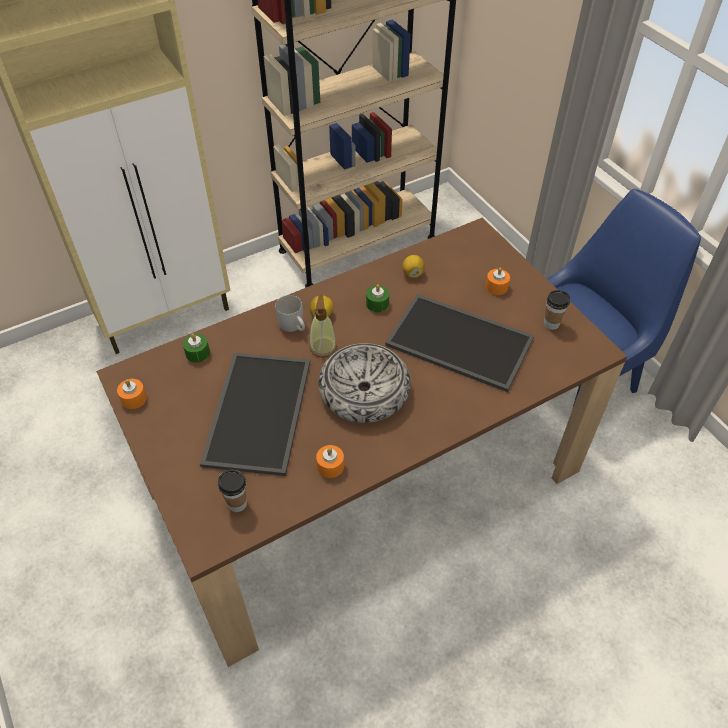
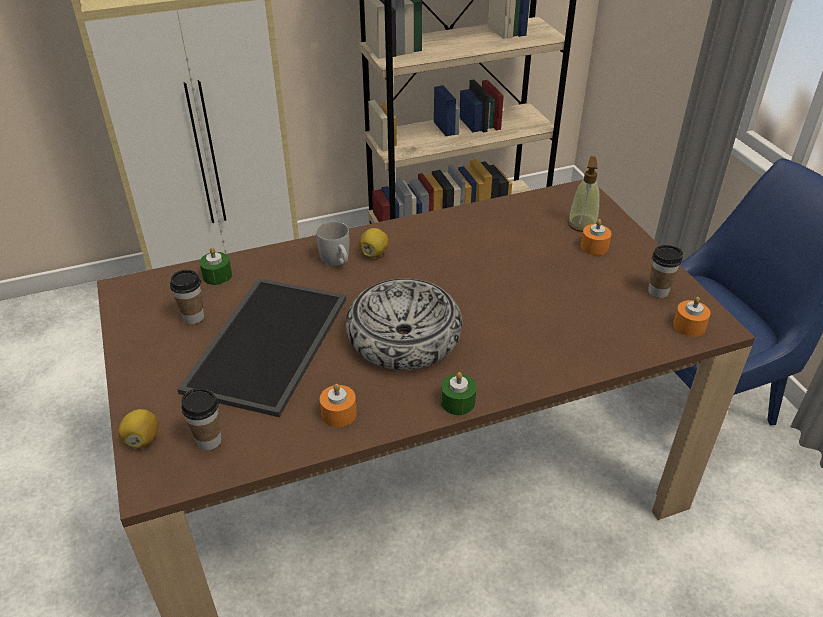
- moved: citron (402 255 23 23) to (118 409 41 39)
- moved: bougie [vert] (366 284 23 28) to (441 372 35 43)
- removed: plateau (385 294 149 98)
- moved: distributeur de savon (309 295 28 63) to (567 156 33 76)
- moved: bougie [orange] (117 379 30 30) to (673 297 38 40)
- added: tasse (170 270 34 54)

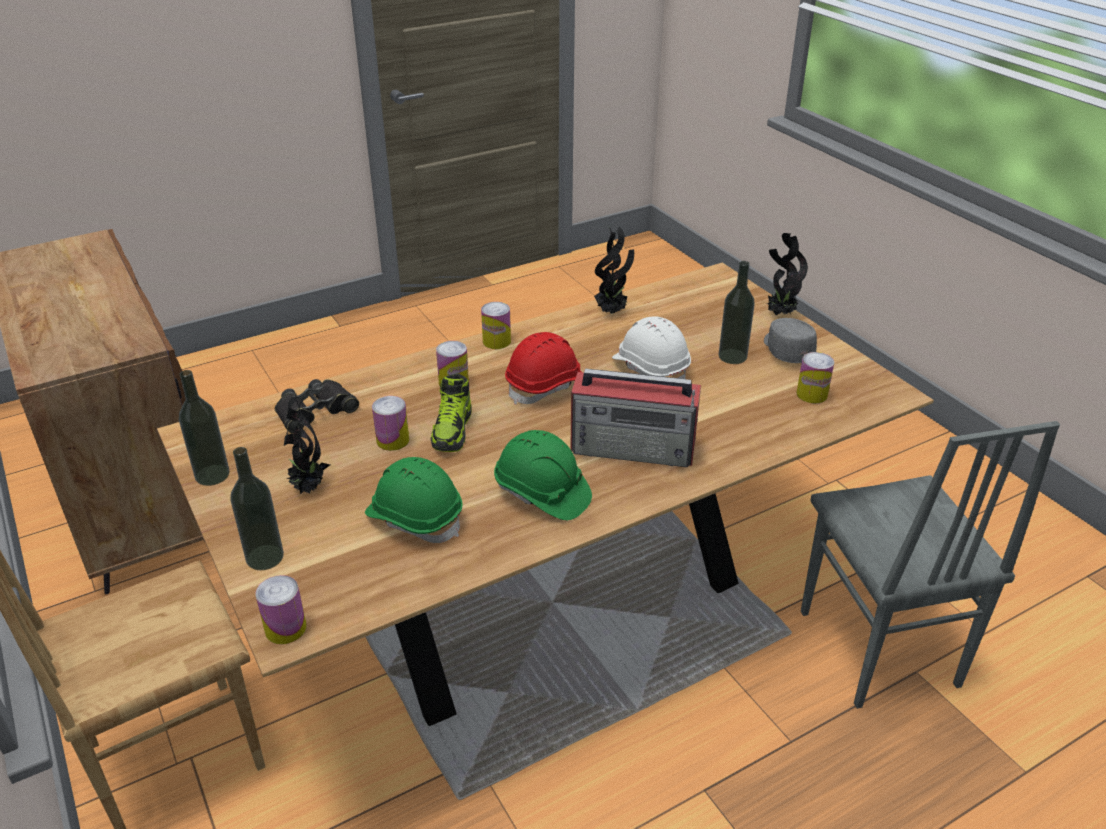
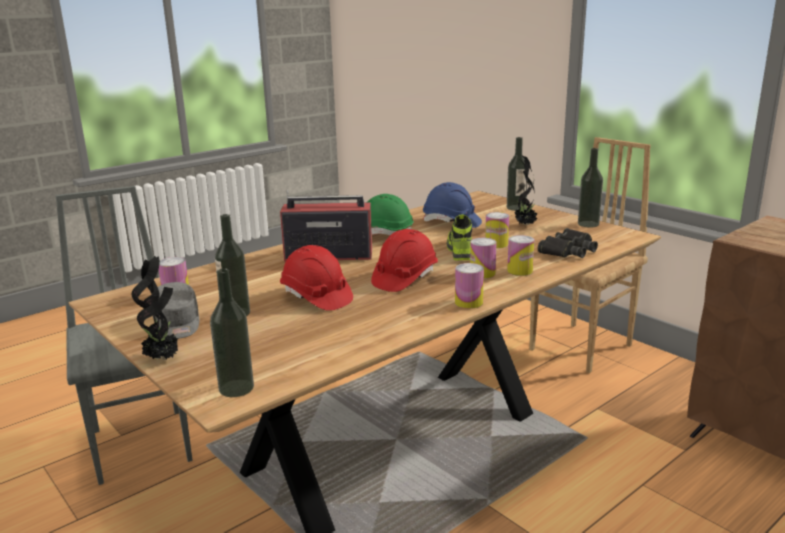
- removed: plante en pot (594 227 40 87)
- recoloured: casque de chantier [blanc] (612 316 79 63) to casque de chantier [rouge] (280 245 73 66)
- recoloured: casque de chantier [vert] (365 457 98 86) to casque de chantier [bleu] (423 182 59 46)
- moved: boîte métallique (255 575 51 69) to (507 235 27 41)
- added: bouteille (210 268 44 129)

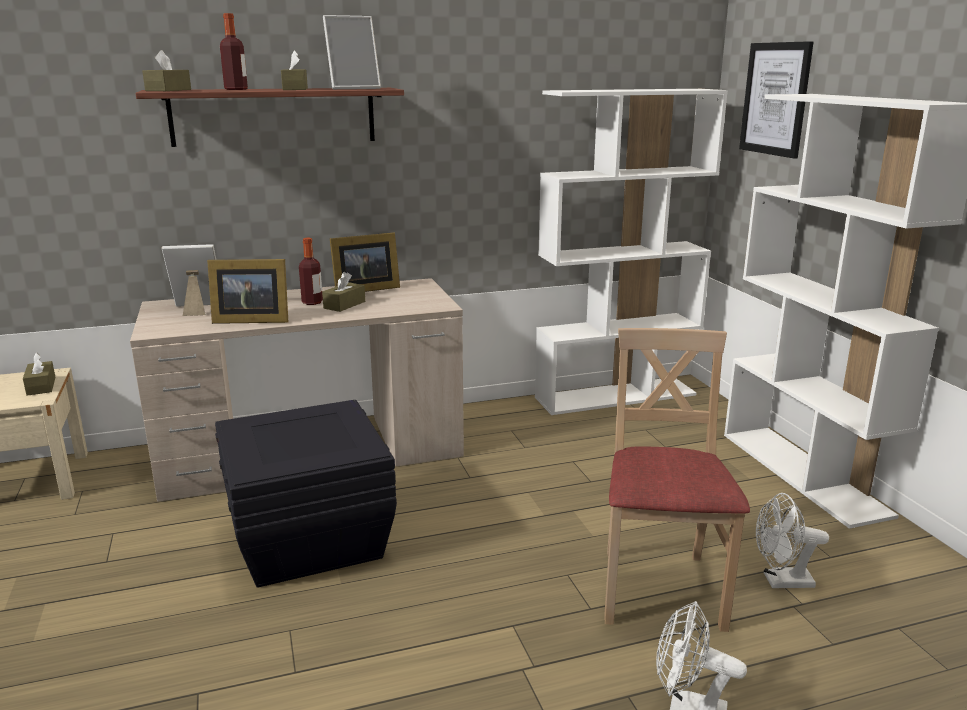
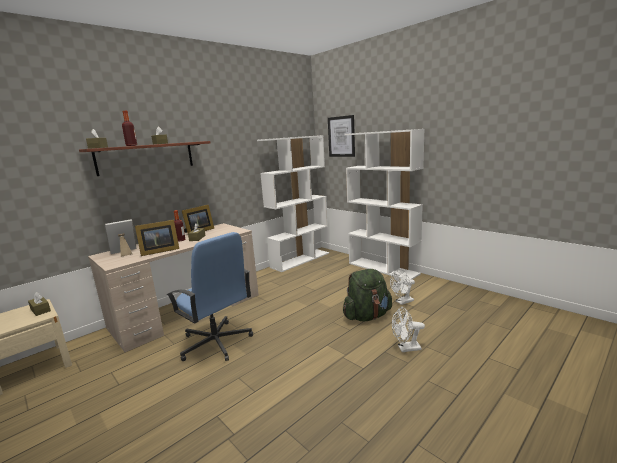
- removed: cadre photo (323 15 58 74)
- replaced: chaise [beige] (604 328 146 304) to sac à dos [vert] (343 269 49 52)
- replaced: boîte de rangement [noir] (215 400 182 188) to chaise de bureau [bleu] (167 232 86 129)

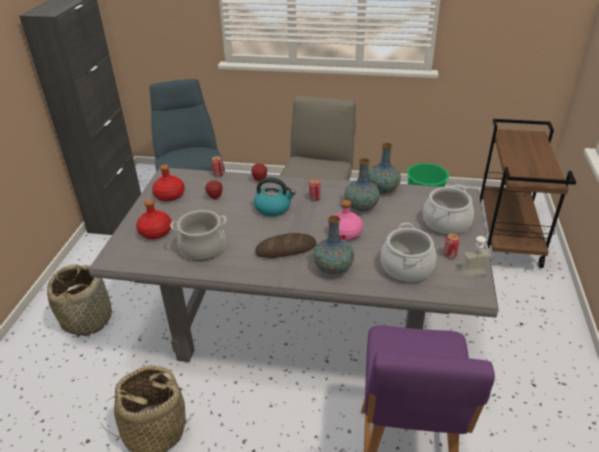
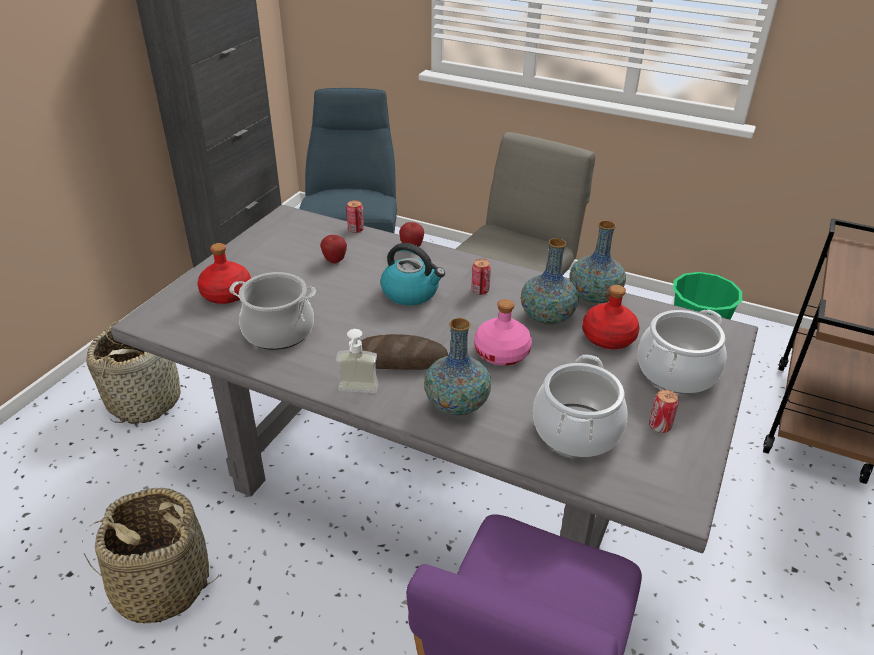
- moved: bouteille [rouge] (152 164 33 37) to (582 285 58 64)
- moved: distributeur de savon (461 236 31 42) to (336 329 42 64)

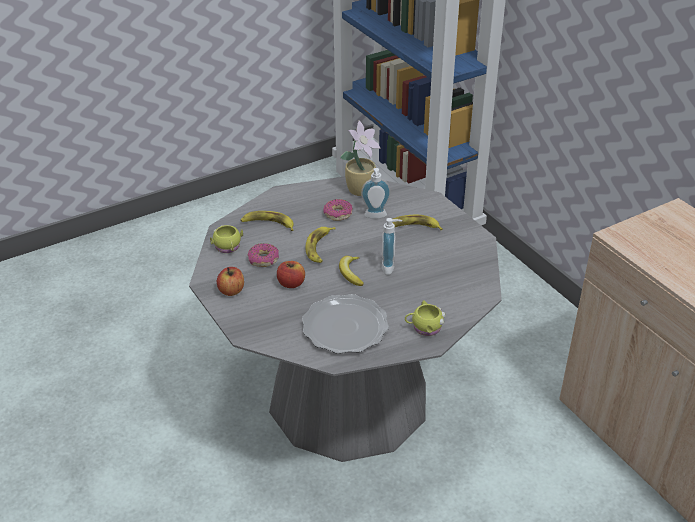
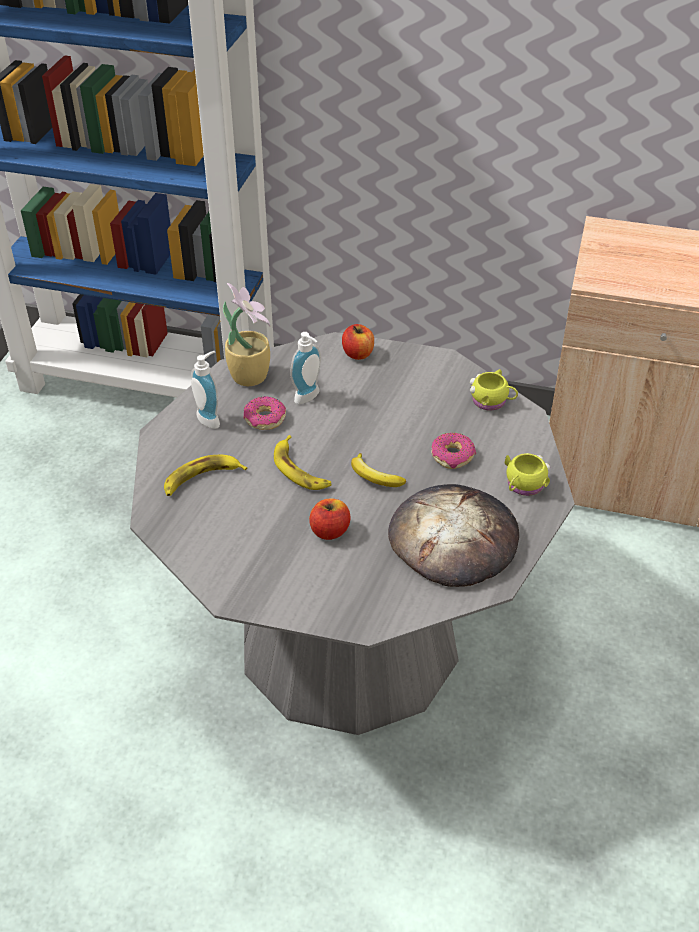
- removed: banane (392 215 51 15)
- moved: distributeur de savon (382 218 20 57) to (191 351 29 78)
- moved: mug [jaune] (210 225 33 28) to (470 369 48 42)
- moved: beignet (248 243 31 24) to (432 433 44 36)
- moved: pomme (217 267 27 29) to (342 324 32 36)
- replaced: assiette (302 294 87 60) to pain (388 484 131 103)

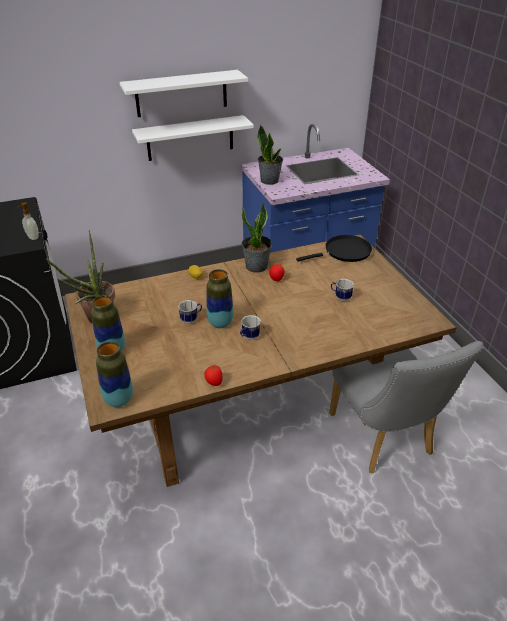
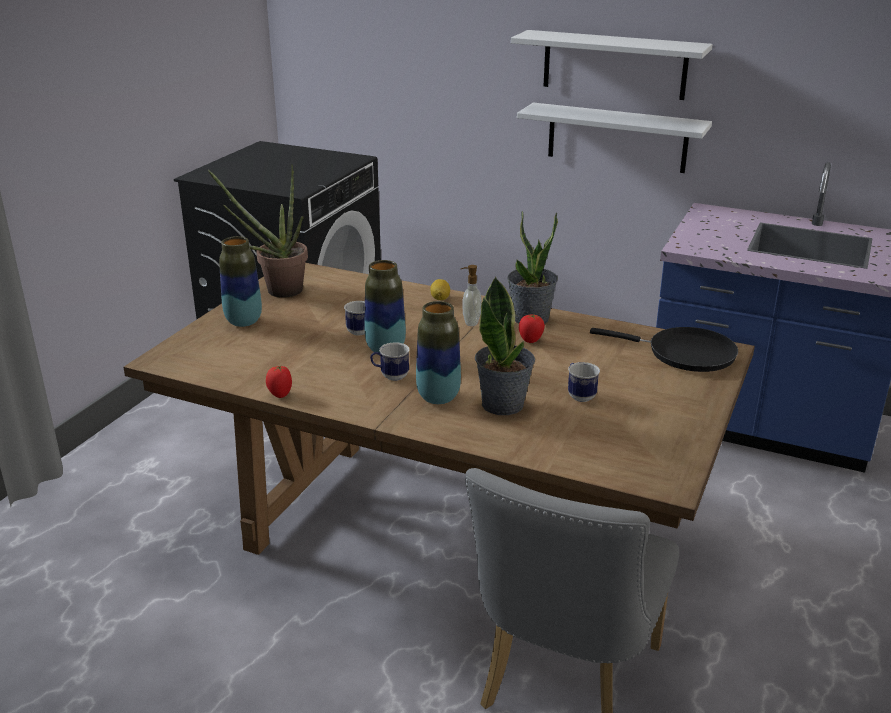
- moved: plante en pot (257 125 26 60) to (475 276 60 139)
- moved: distributeur de savon (17 202 22 38) to (461 265 21 61)
- moved: vase (96 341 37 66) to (416 301 45 103)

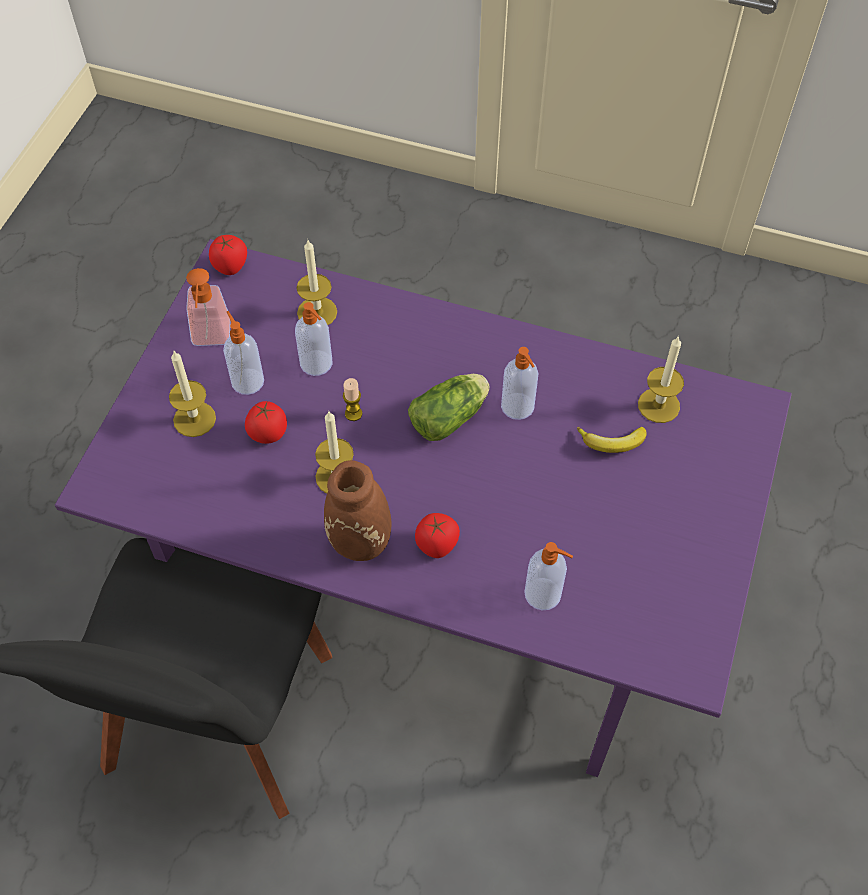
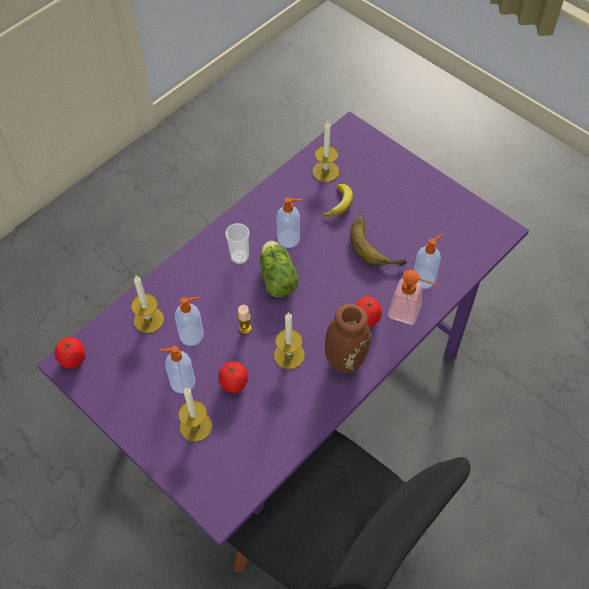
- moved: distributeur de savon (186 268 45 78) to (388 270 51 55)
- added: banane (350 215 57 51)
- added: tasse (225 223 25 41)

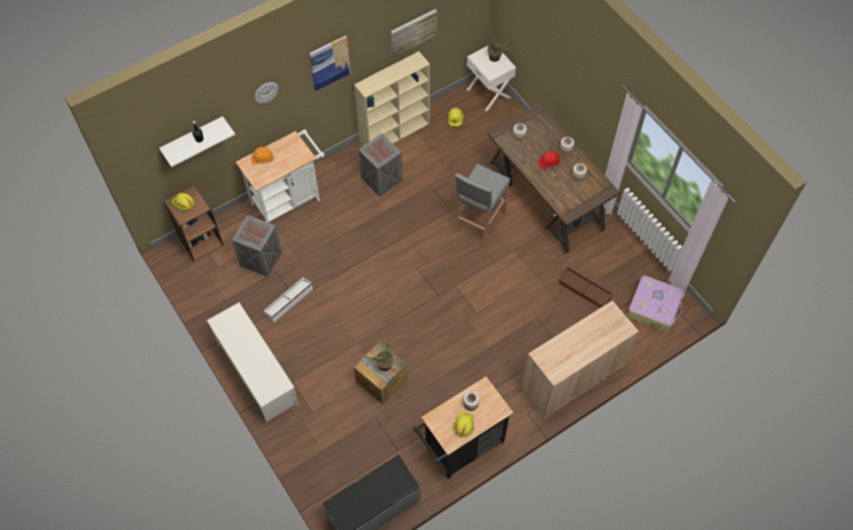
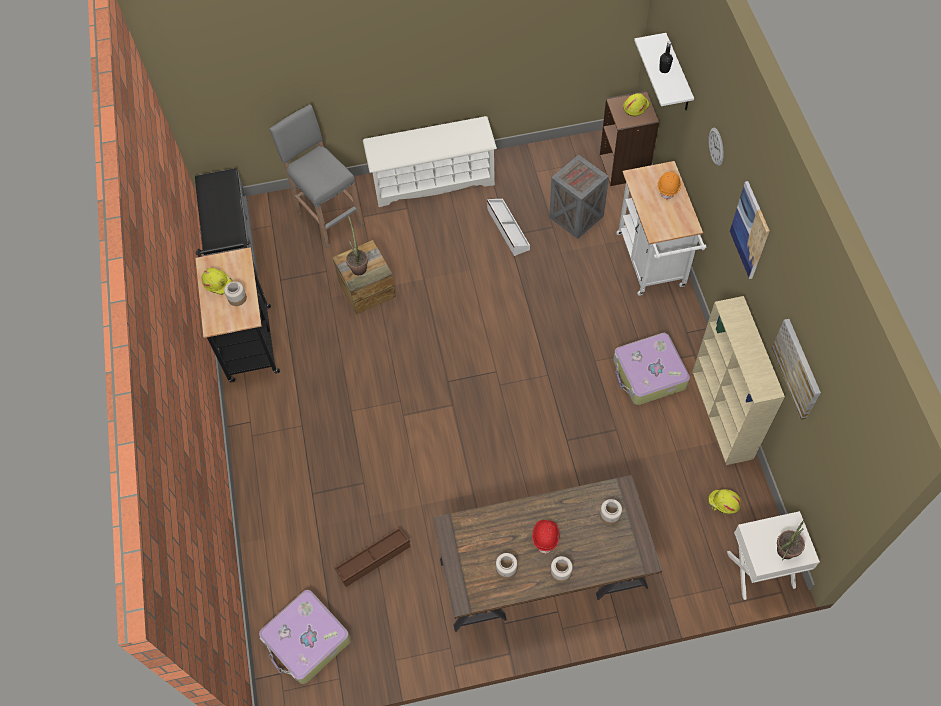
- replaced: caisse (358 134 45 63) to valise (613 333 77 72)
- moved: tabouret [gris] (455 163 55 82) to (269 104 94 144)
- removed: meuble de rangement [beige] (521 300 118 118)

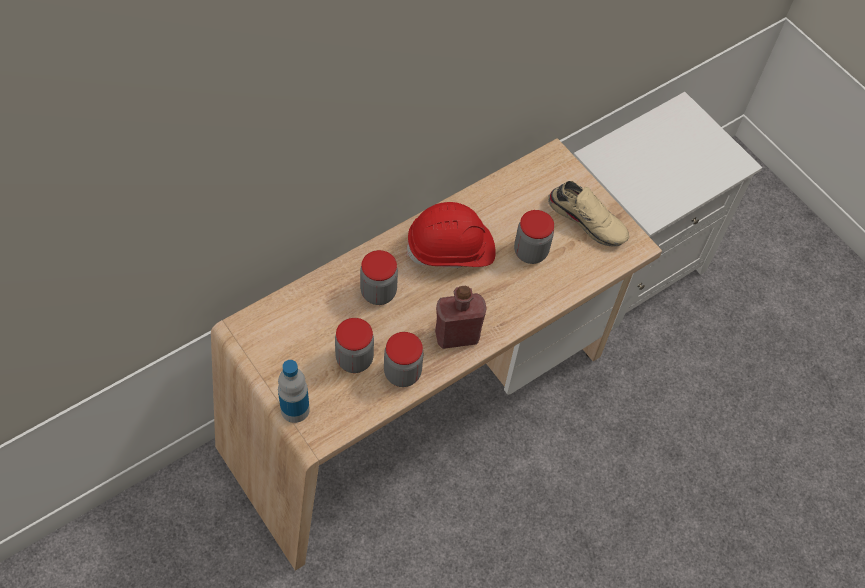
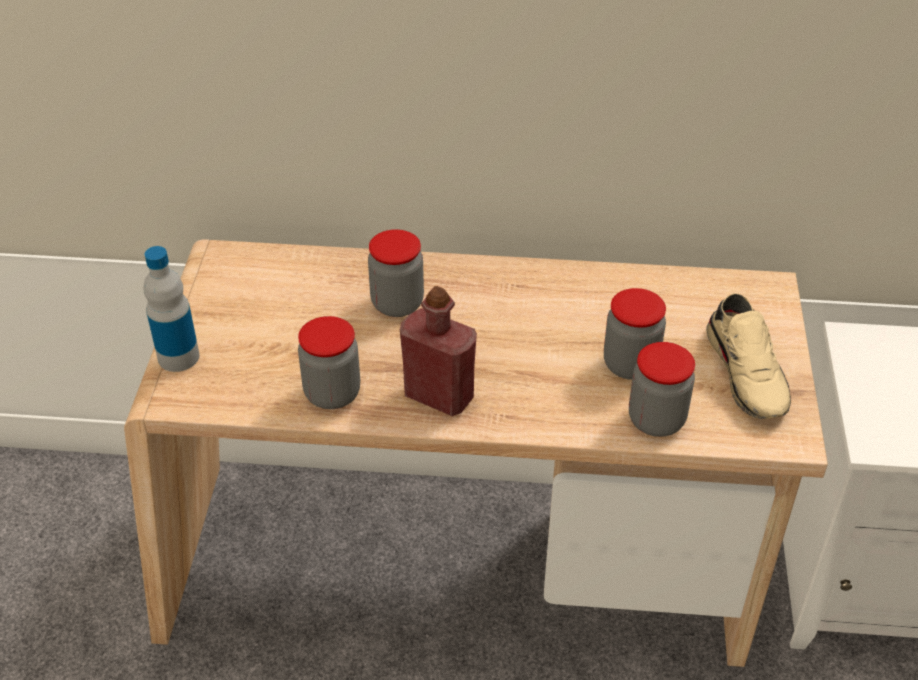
- removed: casque de chantier [rouge] (406 202 90 66)
- moved: bocal (335 318 39 55) to (629 342 66 95)

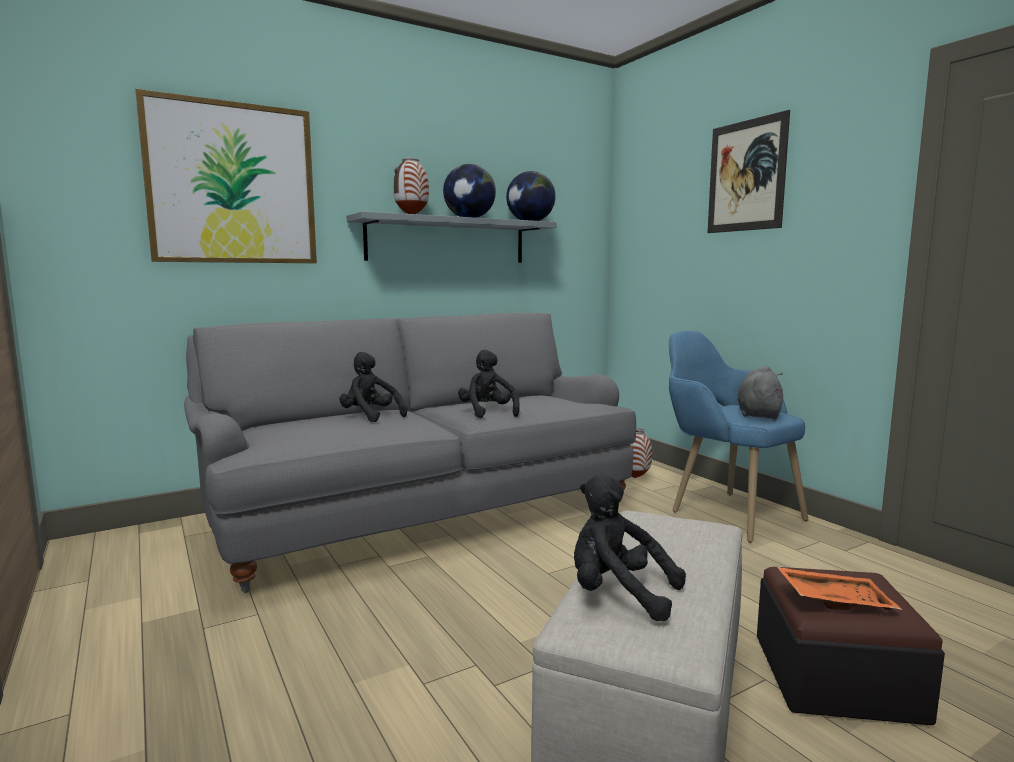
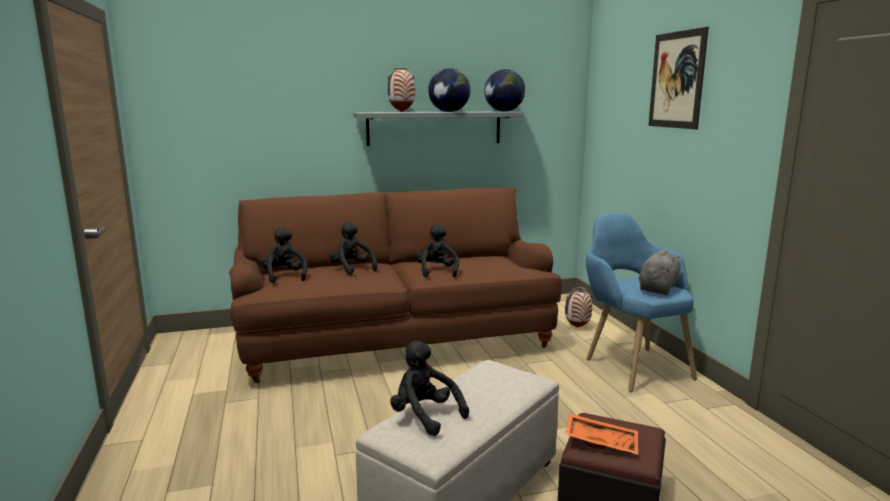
- removed: tableau (136 89 181 174)
- recoloured: canapé [gris] (184 313 452 280) to canapé [marron] (229 187 333 196)
- added: peluche [noir] (260 227 48 56)

